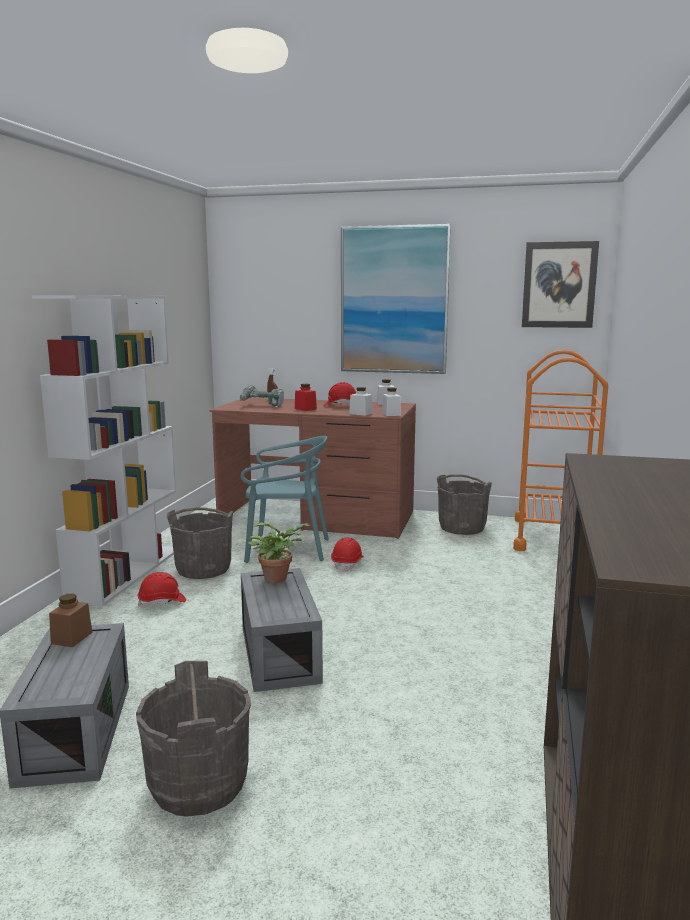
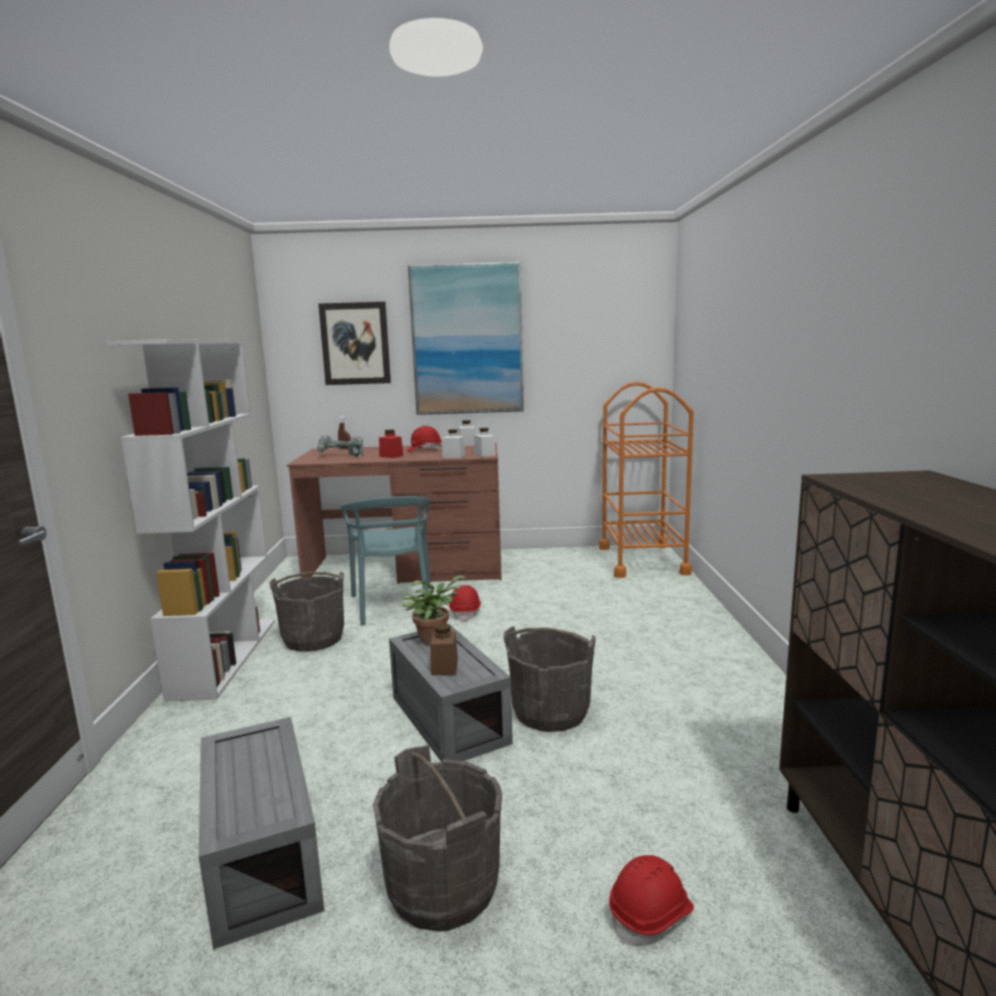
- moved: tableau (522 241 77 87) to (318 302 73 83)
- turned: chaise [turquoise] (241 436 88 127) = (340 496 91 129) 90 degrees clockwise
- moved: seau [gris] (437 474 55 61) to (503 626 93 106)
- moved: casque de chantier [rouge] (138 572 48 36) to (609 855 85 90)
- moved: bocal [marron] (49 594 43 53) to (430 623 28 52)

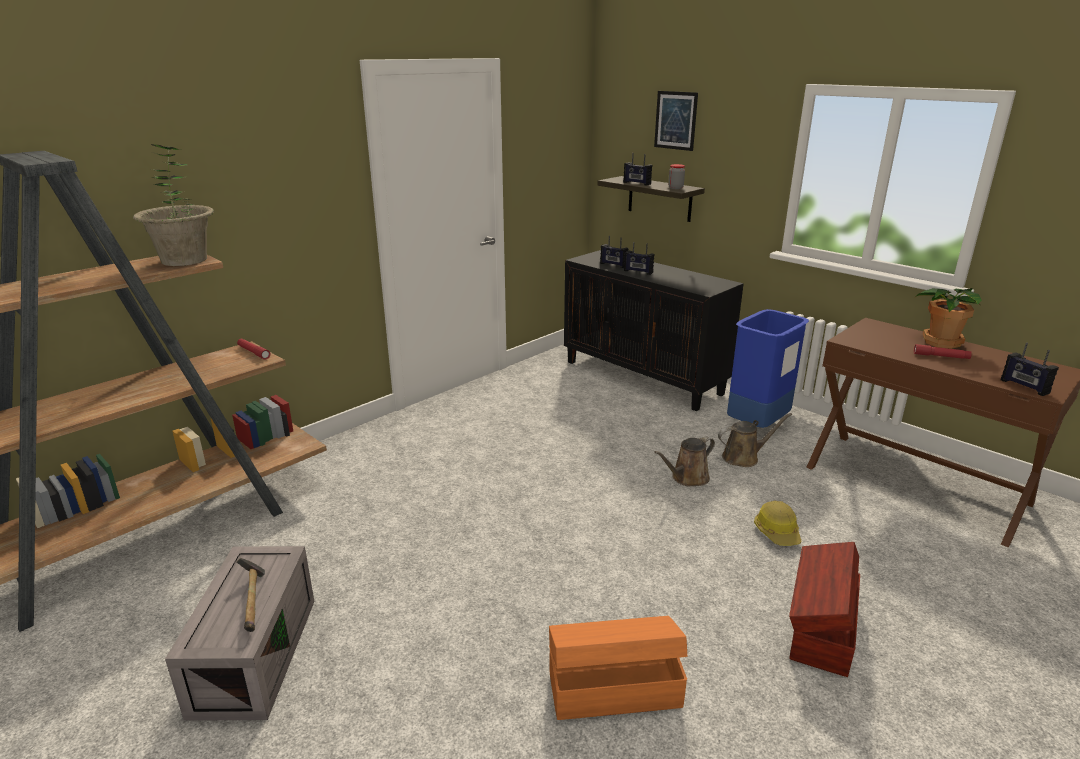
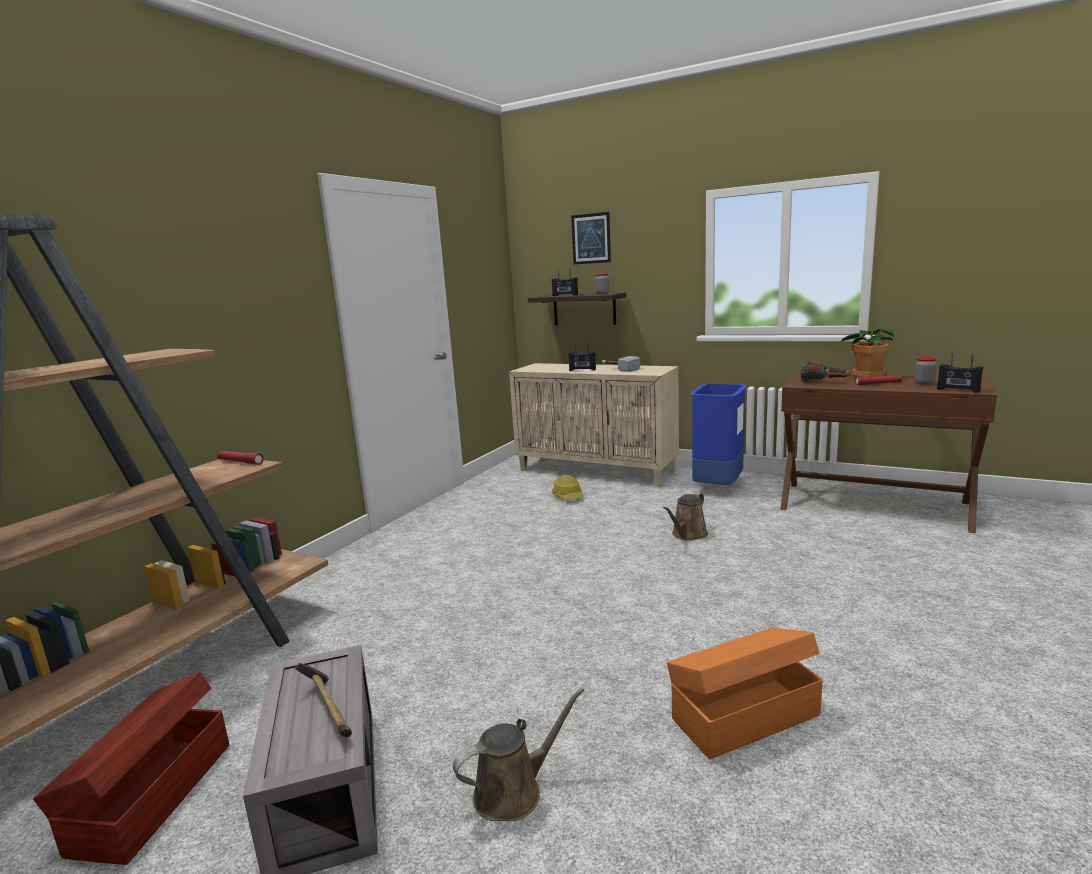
- removed: plante en pot (133 144 81 122)
- removed: radio (600 236 29 32)
- recoloured: meuble de rangement [noir] (564 250 180 161) to meuble de rangement [beige] (509 363 170 124)
- moved: arrosoir [marron] (718 413 74 54) to (453 687 132 134)
- moved: casque de chantier (754 501 48 45) to (552 475 32 25)
- moved: boîte de rangement [marron] (789 542 71 135) to (33 672 196 193)
- added: marteau (602 356 38 16)
- added: bocal (915 357 22 28)
- added: lampe de poche (801 361 50 21)

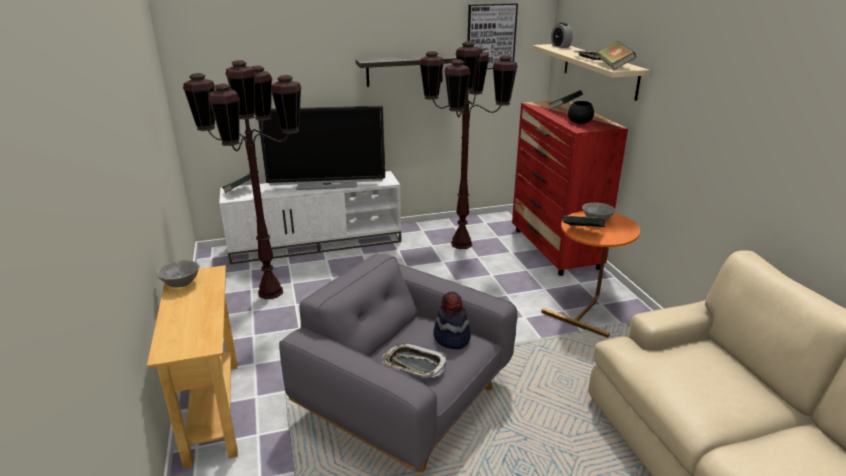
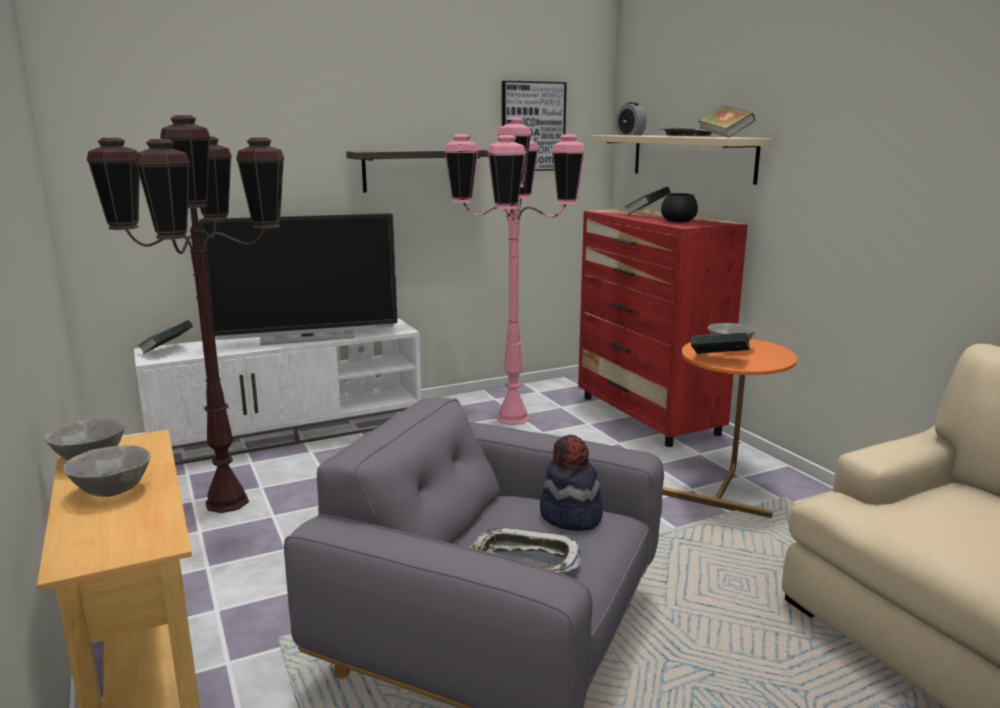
- recoloured: lampadaire [marron] (419 41 99 208) to lampadaire [rose] (444 117 141 308)
- added: bol [gris] (63 445 87 52)

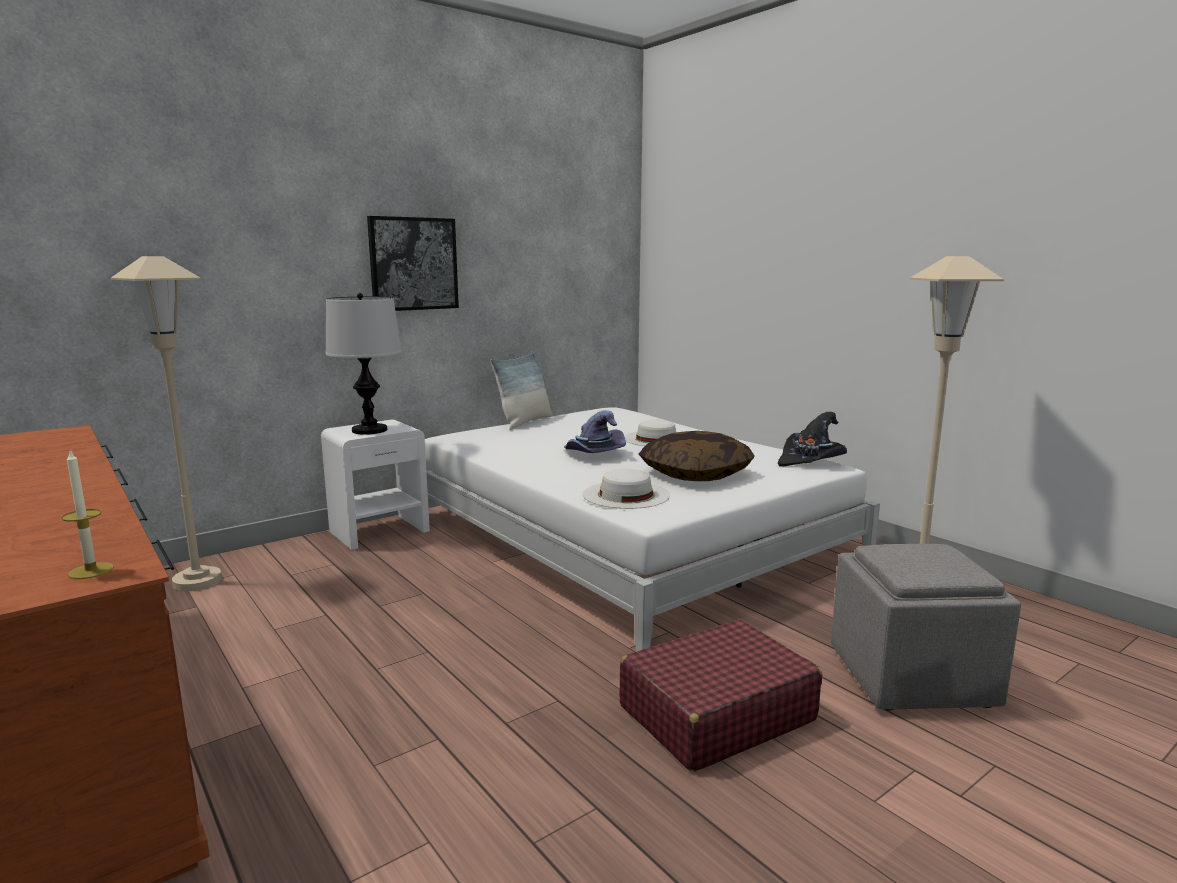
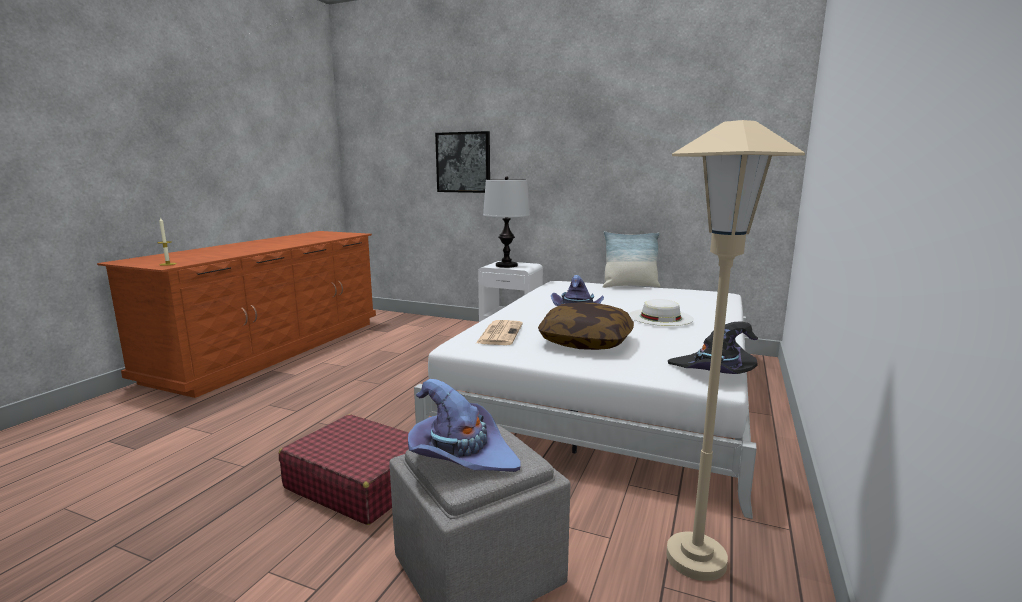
- moved: tableau (367 216 92 95) to (435 131 55 62)
- removed: lampadaire [beige] (111 256 111 335)
- replaced: chapeau [blanc] (583 469 87 40) to journal (476 320 47 25)
- added: chapeau [violet] (408 379 113 93)

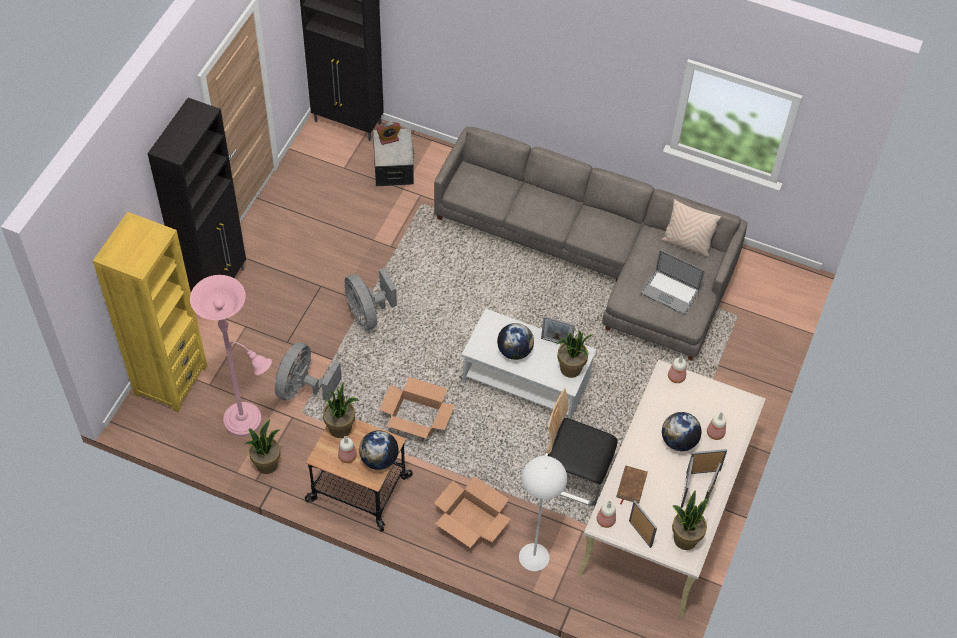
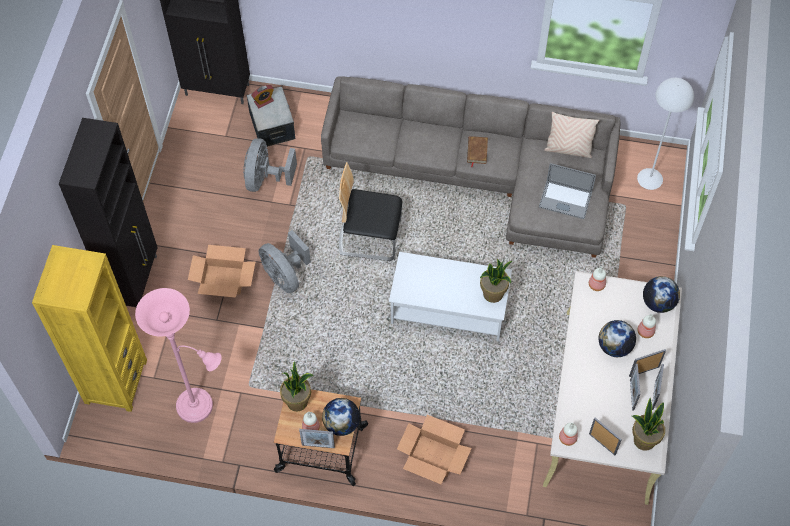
- moved: cadre photo (541 316 34 27) to (299 429 36 19)
- moved: globe (497 323 37 37) to (643 276 37 37)
- moved: ventilateur [gris] (275 342 67 59) to (243 138 54 54)
- moved: carton (380 377 75 61) to (188 245 68 53)
- moved: chaise (545 388 73 118) to (339 162 63 99)
- removed: plante en pot (245 419 36 55)
- moved: lampadaire [blanc] (519 456 48 115) to (637 78 57 112)
- moved: livre [marron] (616 466 32 38) to (467 136 21 31)

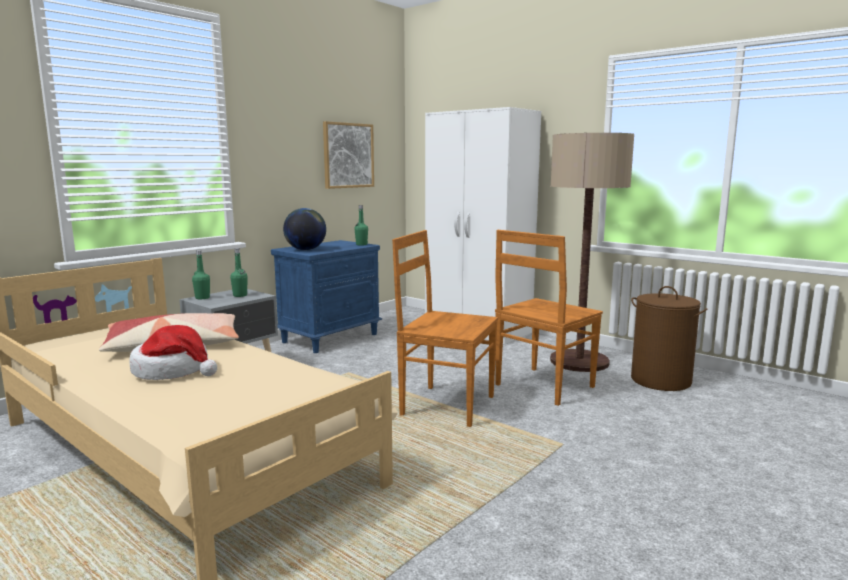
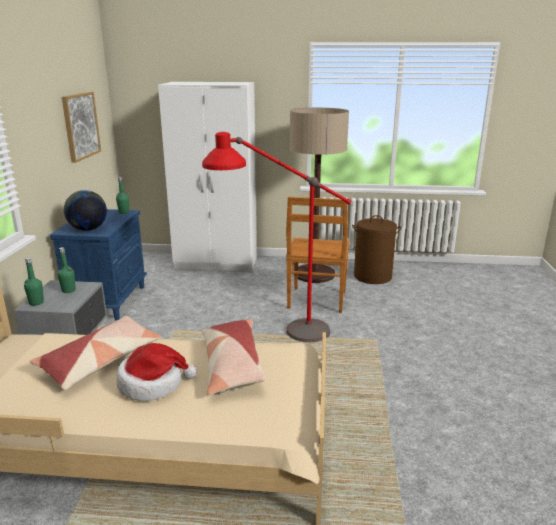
- replaced: chaise [marron] (392 230 106 197) to lampadaire [rouge] (202 132 149 210)
- added: coussin (202 319 64 76)

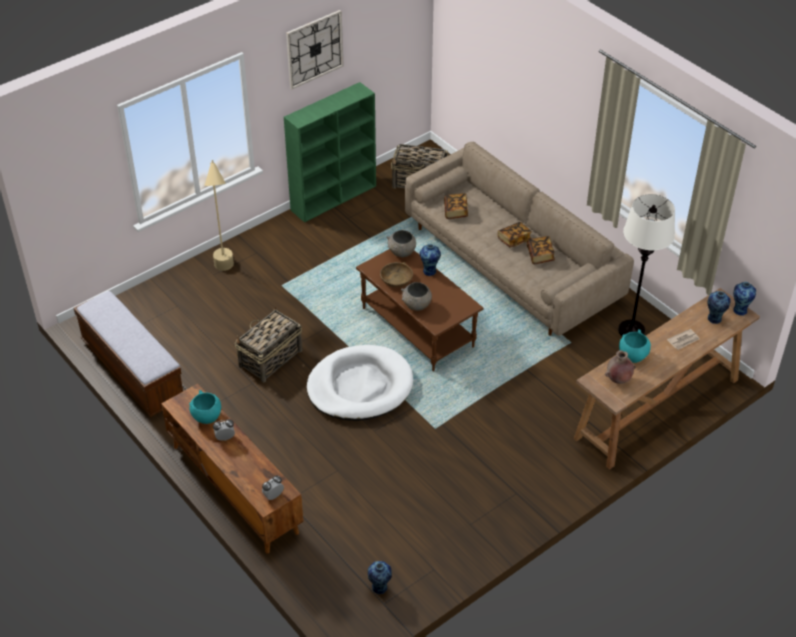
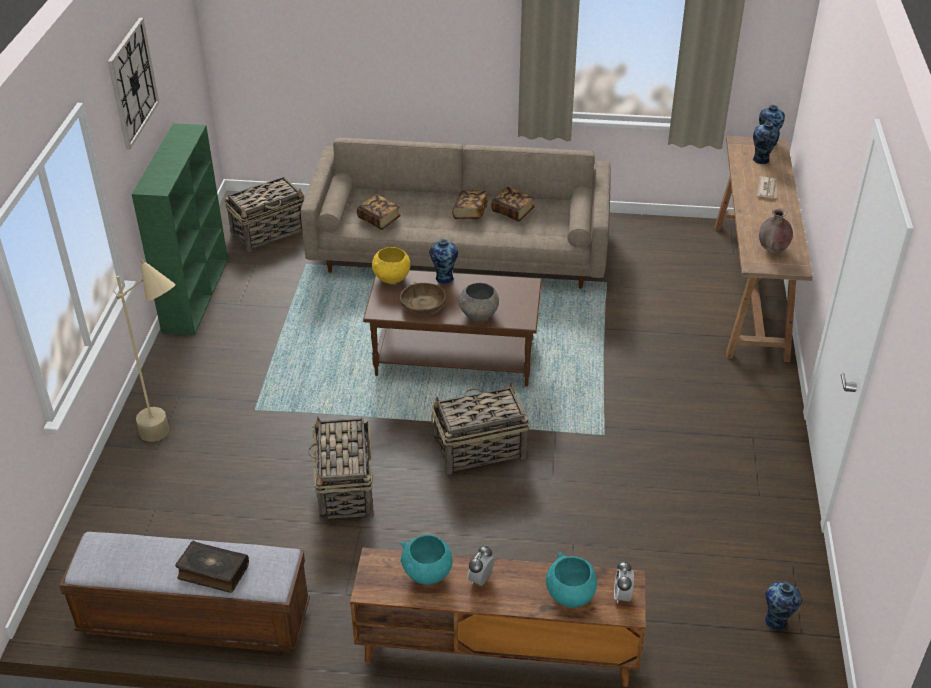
- removed: lampadaire [blanc] (618 194 57 142)
- recoloured: bol [gris] (386 230 30 27) to bol [jaune] (372 247 38 37)
- moved: bol [turquoise] (619 329 32 34) to (546 552 51 56)
- replaced: panier pour chien [blanc] (307 345 106 76) to panier (431 382 99 92)
- added: livre (175 540 74 53)

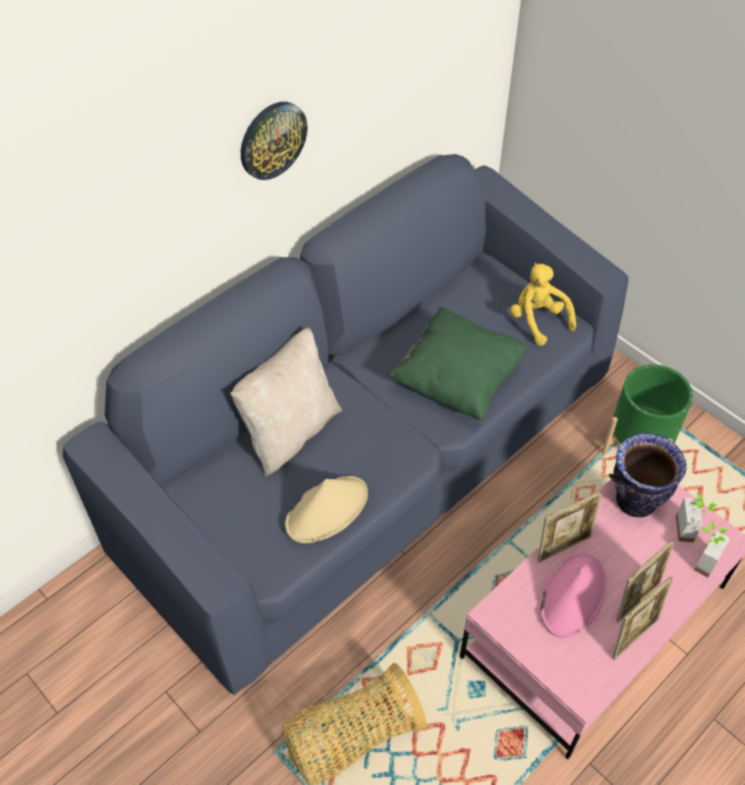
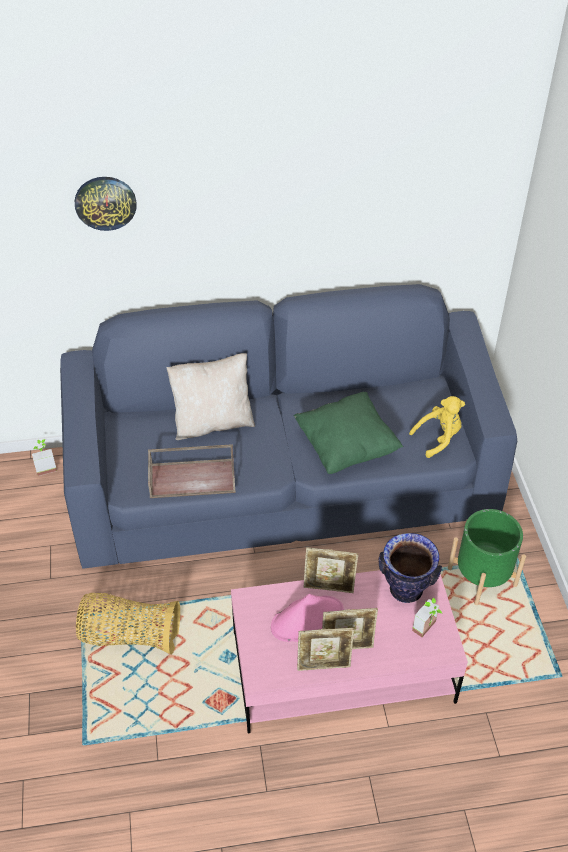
- moved: horloge murale (241 102 67 78) to (75 177 61 54)
- turned: peluche [jaune] (510 263 66 83) = (409 396 56 62) 60 degrees clockwise
- replaced: chapeau [beige] (285 476 83 67) to plateau [marron] (148 444 88 54)
- moved: plante en pot (694 522 36 56) to (32 439 25 37)

